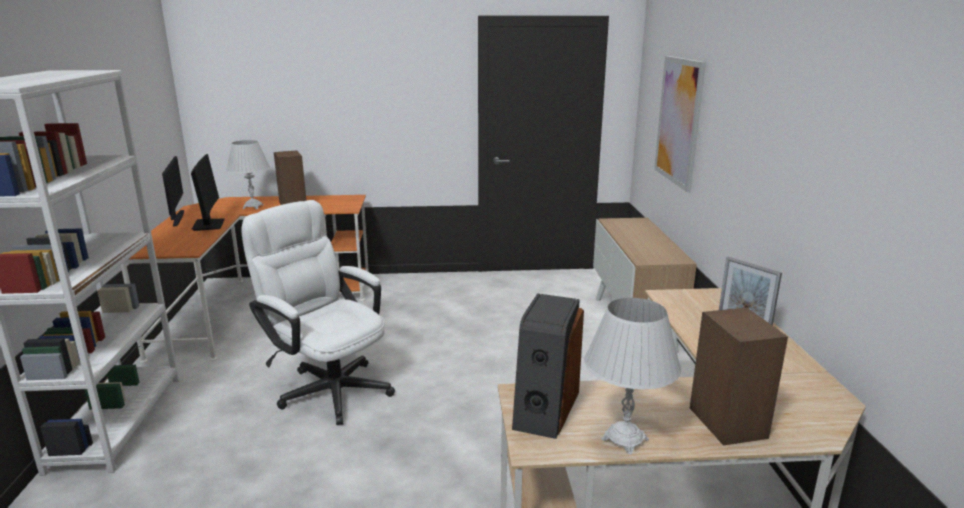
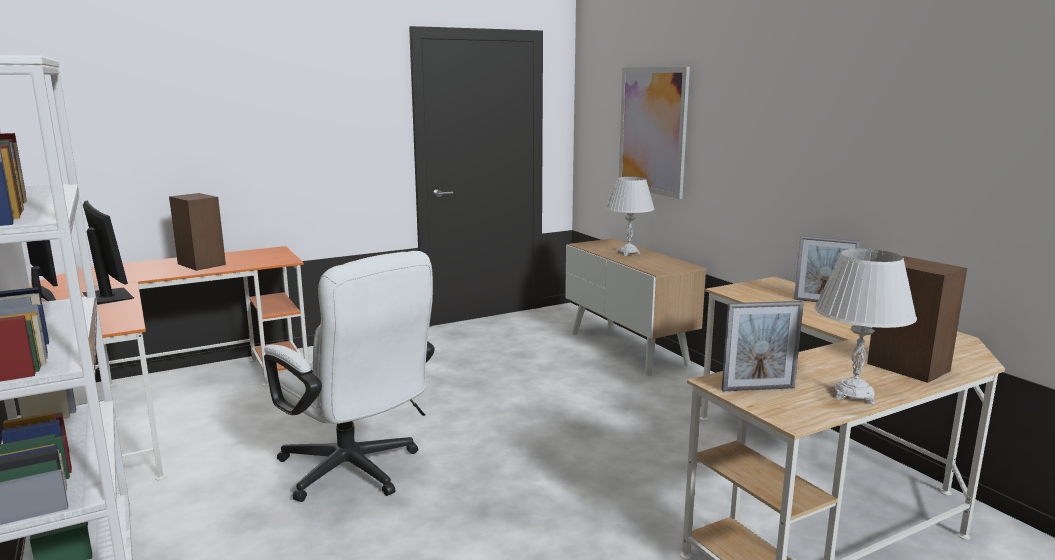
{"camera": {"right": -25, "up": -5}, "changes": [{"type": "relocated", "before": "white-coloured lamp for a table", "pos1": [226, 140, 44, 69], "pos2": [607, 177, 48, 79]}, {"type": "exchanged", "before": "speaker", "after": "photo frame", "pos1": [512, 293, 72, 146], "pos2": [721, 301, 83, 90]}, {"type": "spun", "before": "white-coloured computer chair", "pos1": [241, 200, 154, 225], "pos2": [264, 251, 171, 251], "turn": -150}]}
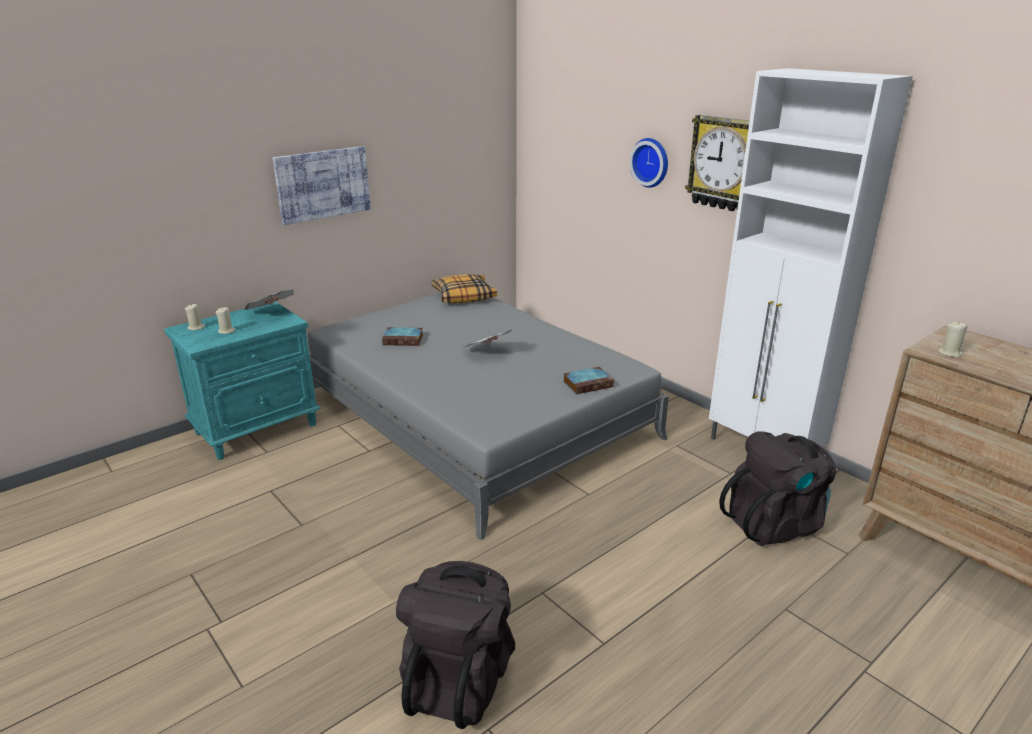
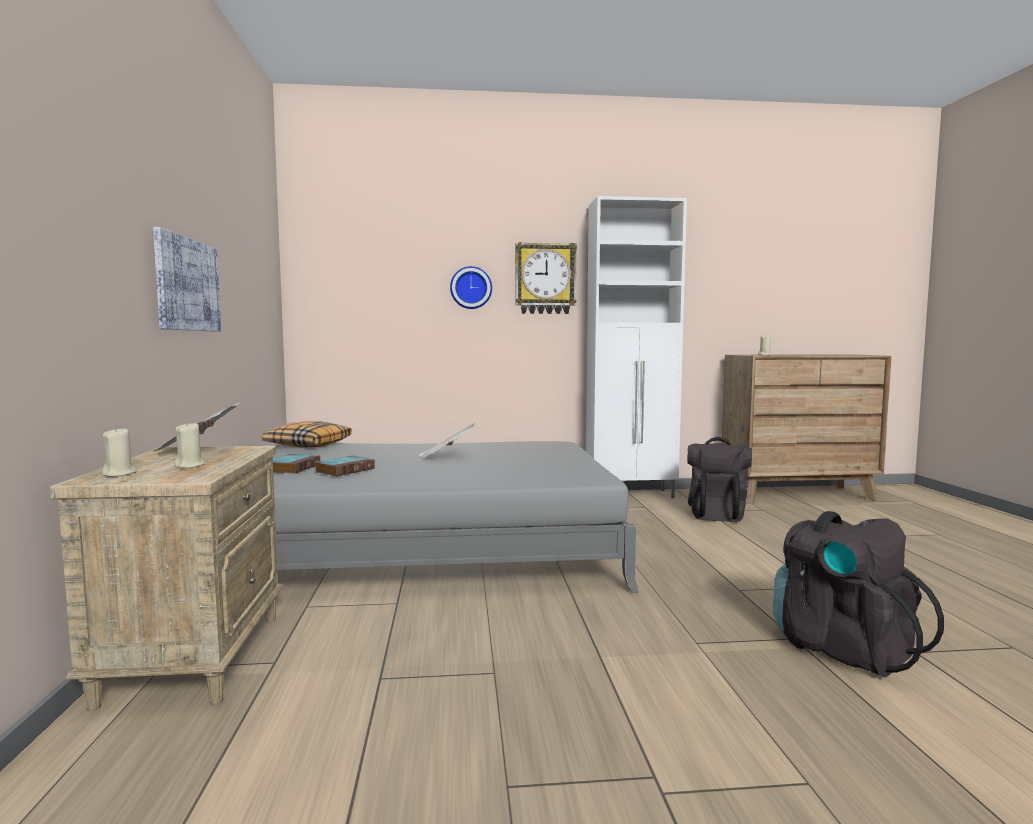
{"camera": {"right": -55, "up": -20}, "changes": [{"type": "relocated", "before": "volume", "pos1": [563, 367, 51, 27], "pos2": [273, 454, 47, 19]}, {"type": "colour", "before": "turquoise night table", "after": "beige night table", "pos1": [164, 302, 157, 158], "pos2": [50, 446, 234, 265]}]}
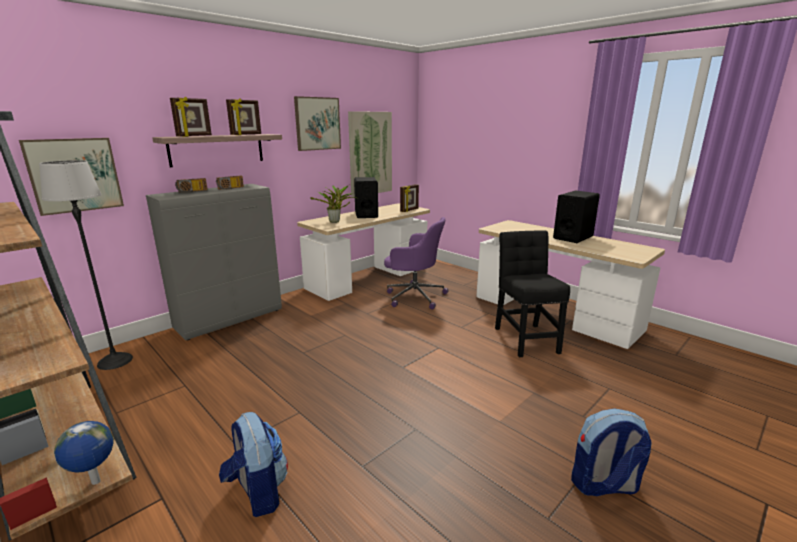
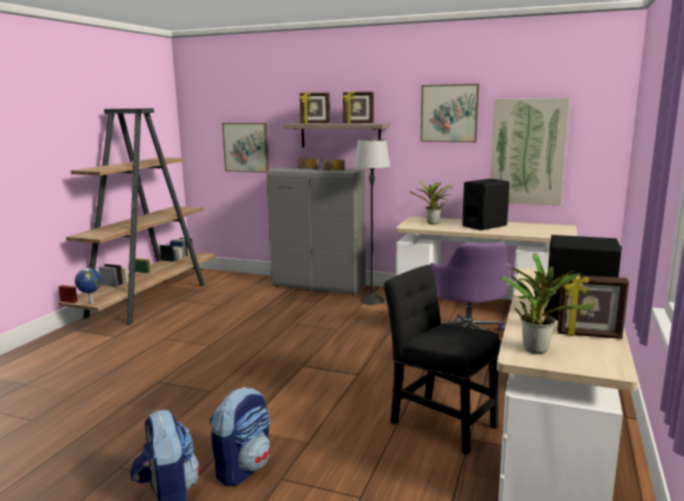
{"camera": {"right": 65, "up": -5}, "changes": [{"type": "appeared", "after": "plant in a pot", "pos2": [501, 253, 94, 101]}, {"type": "relocated", "before": "standard lamp", "pos1": [39, 160, 94, 210], "pos2": [354, 139, 36, 166]}, {"type": "relocated", "before": "backpack", "pos1": [219, 412, 69, 105], "pos2": [210, 387, 60, 99]}, {"type": "relocated", "before": "photo frame", "pos1": [400, 184, 19, 28], "pos2": [557, 274, 72, 65]}, {"type": "spun", "before": "blackish plain chair", "pos1": [495, 231, 75, 126], "pos2": [384, 265, 116, 190], "turn": -105}]}
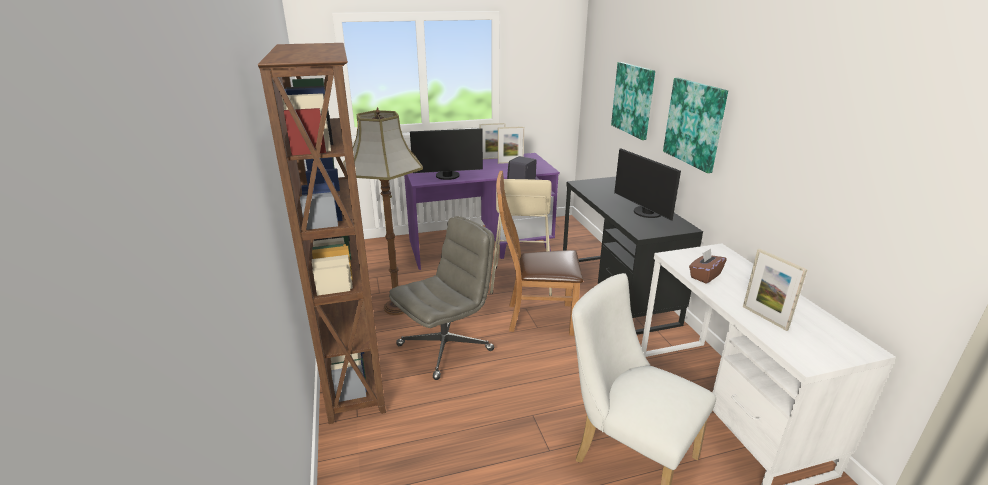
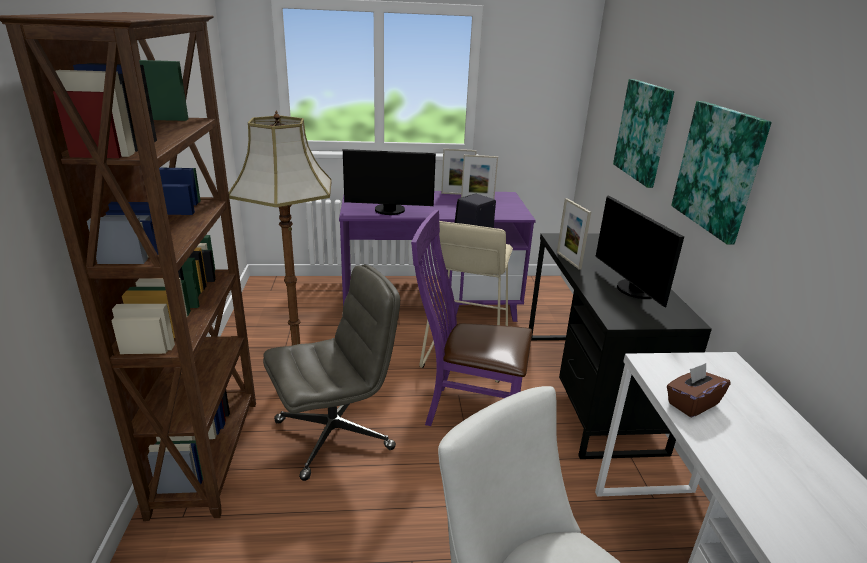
{"camera": {"right": 10, "up": 0}, "changes": [{"type": "relocated", "before": "photo frame", "pos1": [743, 249, 64, 82], "pos2": [557, 198, 34, 72]}, {"type": "colour", "before": "brown-coloured plain chair", "after": "purple plain chair", "pos1": [496, 171, 87, 165], "pos2": [411, 210, 121, 216]}]}
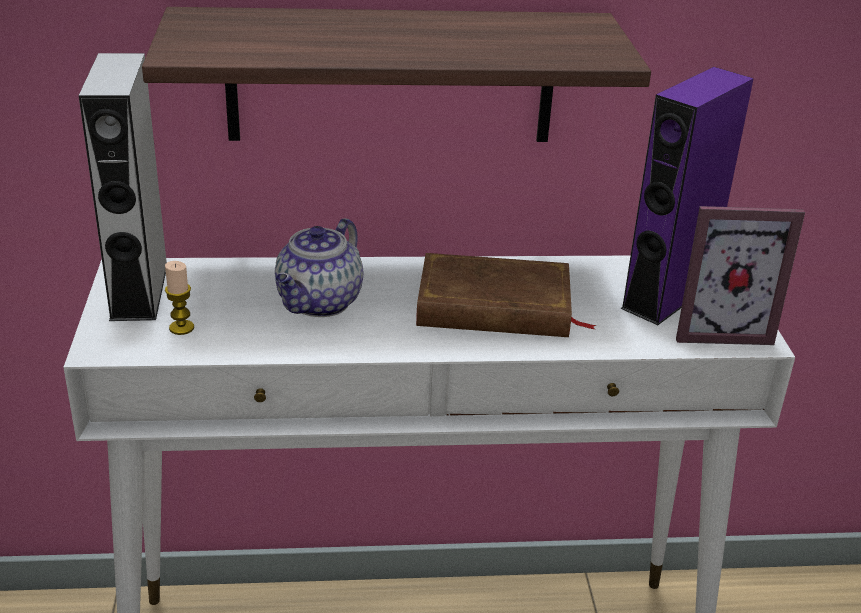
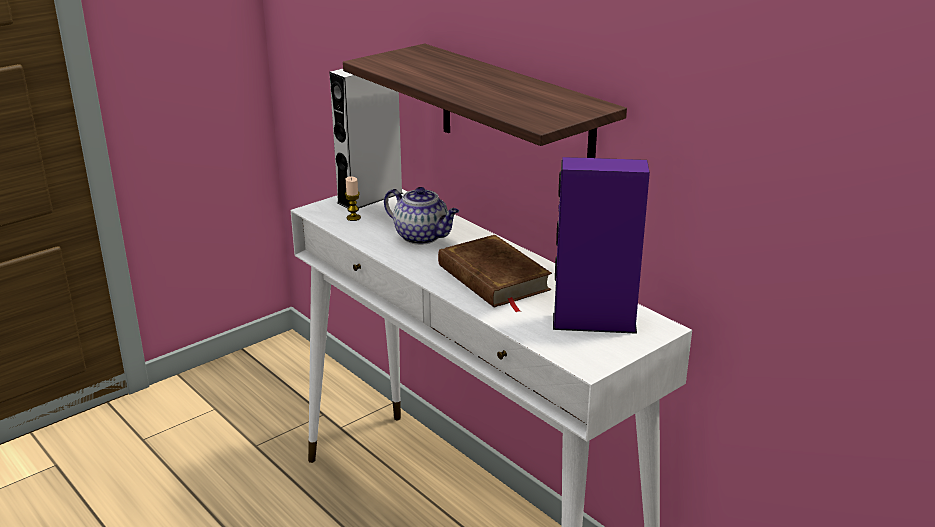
{"camera": {"right": 55, "up": -5}, "changes": [{"type": "missing", "before": "photo frame", "pos1": [676, 206, 129, 139]}, {"type": "spun", "before": "tea pot", "pos1": [275, 218, 88, 99], "pos2": [384, 187, 75, 58], "turn": -135}]}
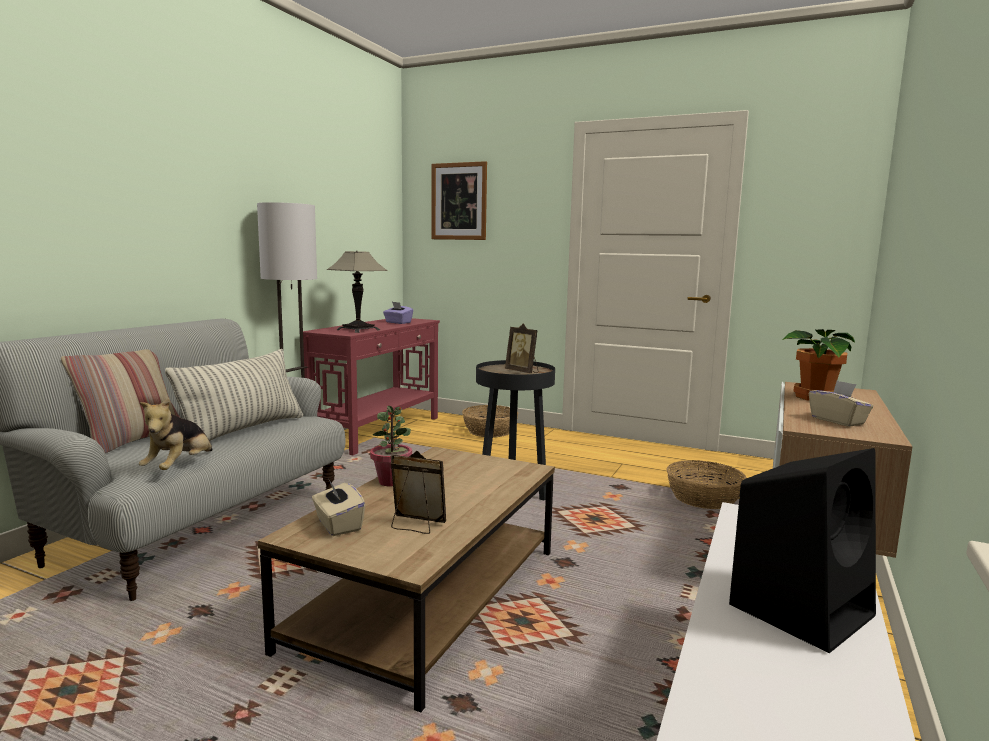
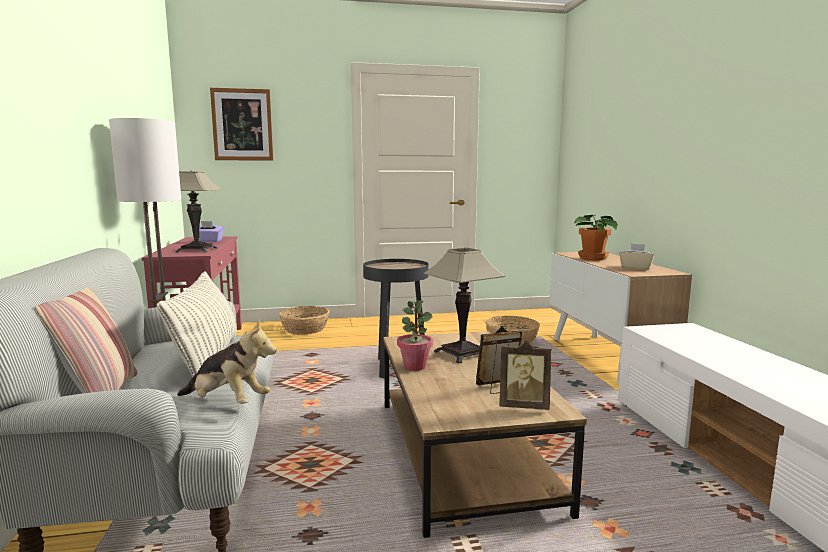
{"camera": {"right": -35, "up": 0}, "changes": [{"type": "missing", "before": "beige box of tissues", "pos1": [312, 478, 53, 58]}, {"type": "missing", "before": "blackish speaker", "pos1": [729, 448, 147, 205]}, {"type": "appeared", "after": "lamp for a table", "pos2": [424, 248, 81, 116]}, {"type": "relocated", "before": "photo frame", "pos1": [505, 323, 34, 50], "pos2": [499, 341, 52, 69]}, {"type": "spun", "before": "cuddly toy", "pos1": [139, 398, 74, 72], "pos2": [177, 319, 100, 85], "turn": -45}]}
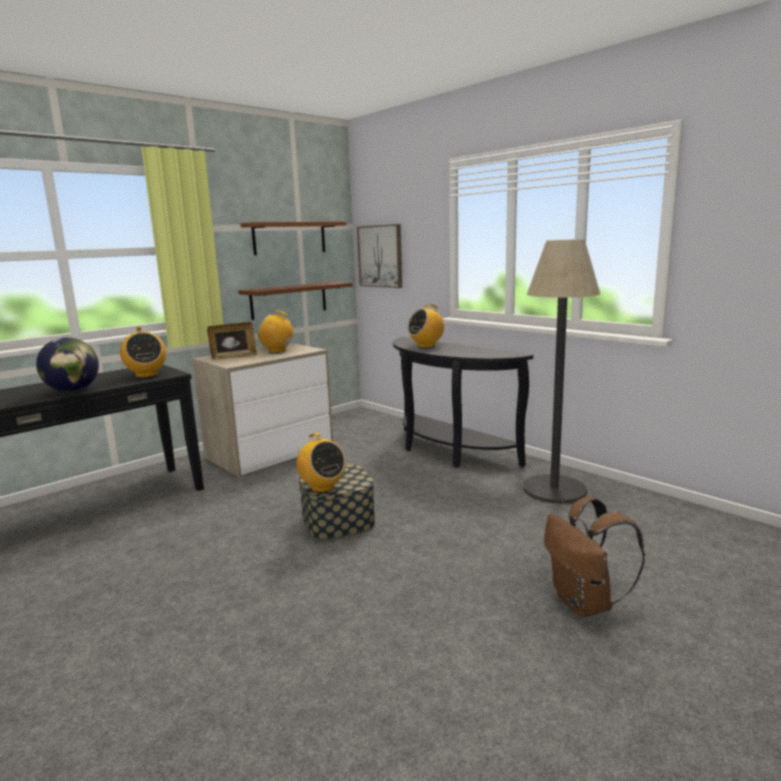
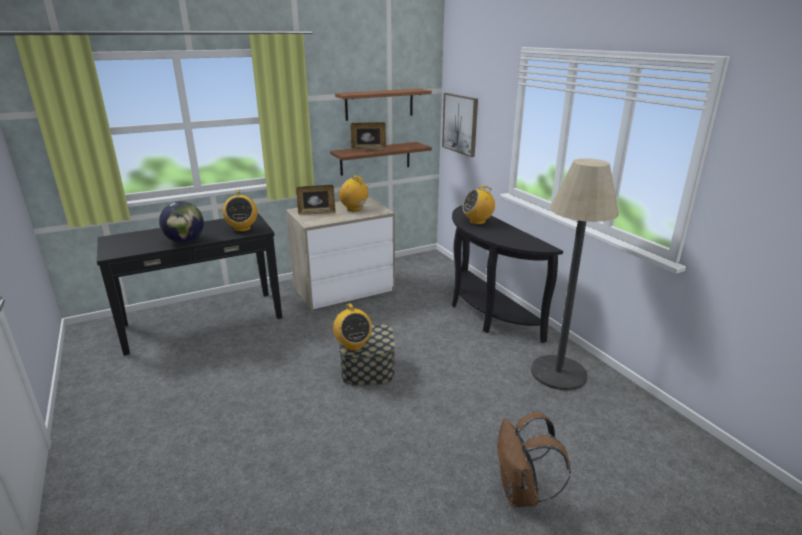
{"camera": {"right": 15, "up": 10}, "changes": [{"type": "appeared", "after": "photo frame", "pos2": [350, 122, 36, 28]}]}
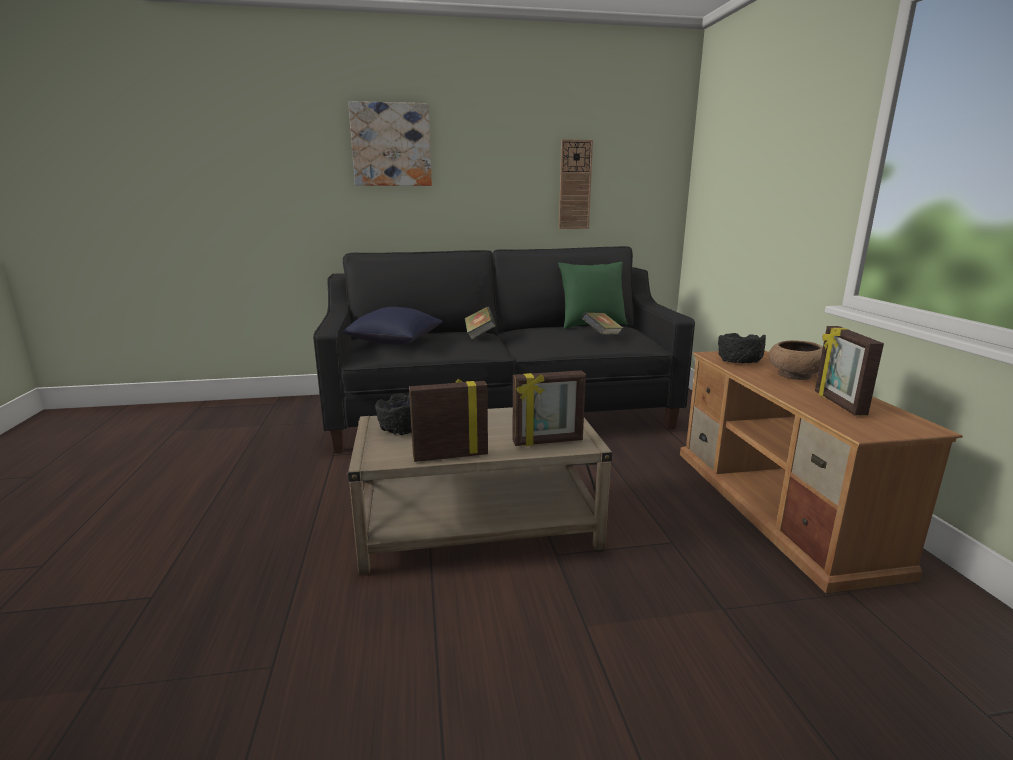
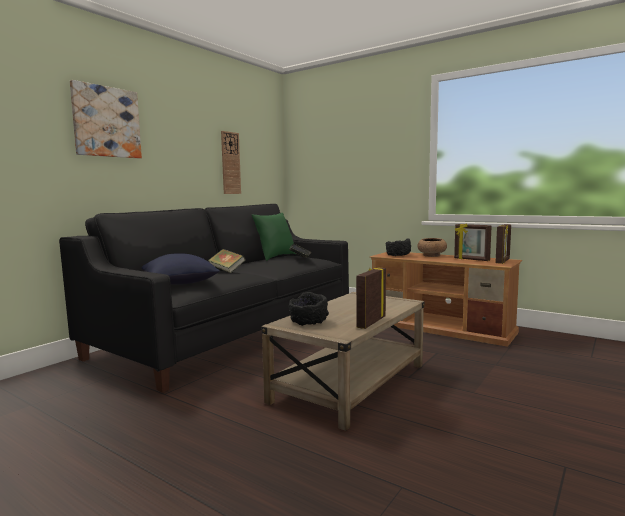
{"camera": {"right": -45, "up": -10}, "changes": [{"type": "relocated", "before": "photo frame", "pos1": [513, 370, 73, 76], "pos2": [495, 224, 16, 40]}]}
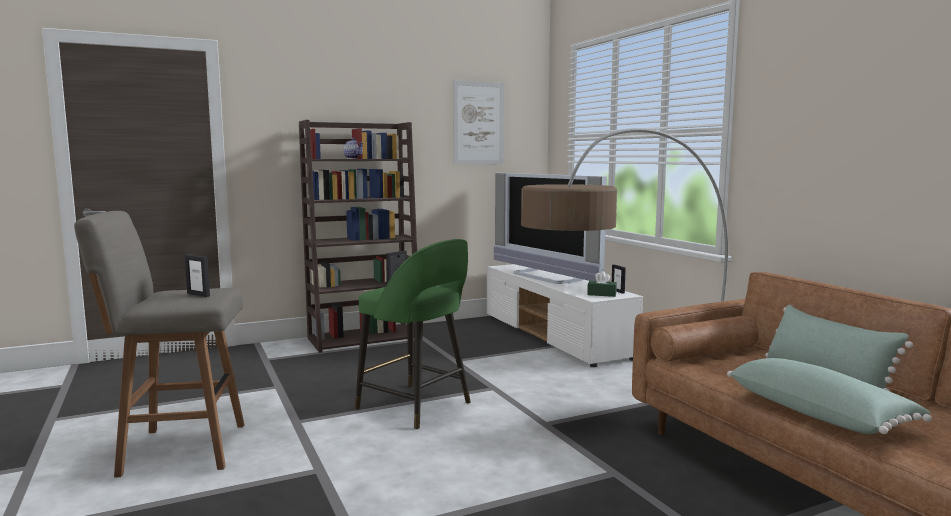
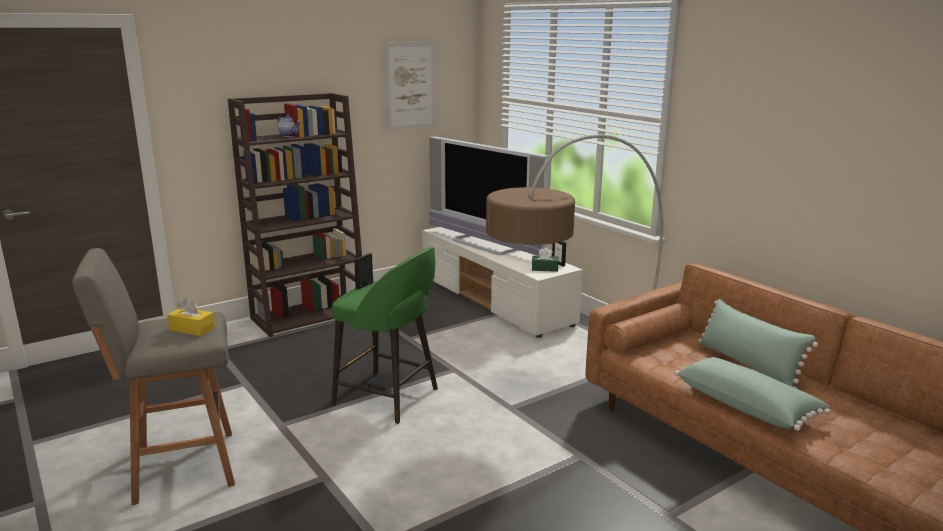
{"camera": {"right": -10, "up": 10}, "changes": [{"type": "exchanged", "before": "photo frame", "after": "yellow box of tissues", "pos1": [185, 255, 25, 42], "pos2": [167, 298, 48, 38]}]}
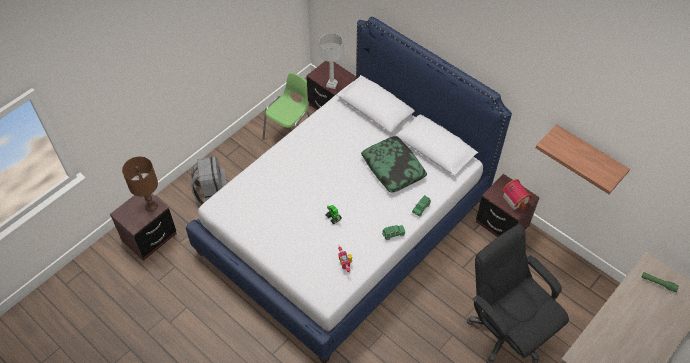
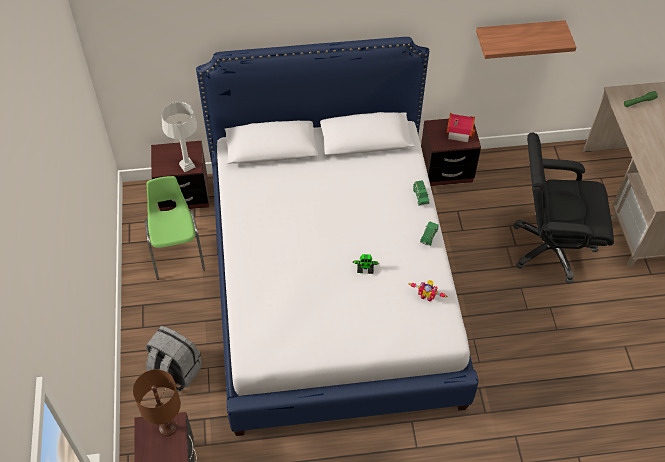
{"camera": {"right": -50, "up": 0}, "changes": [{"type": "missing", "before": "cushion", "pos1": [361, 136, 66, 57]}]}
